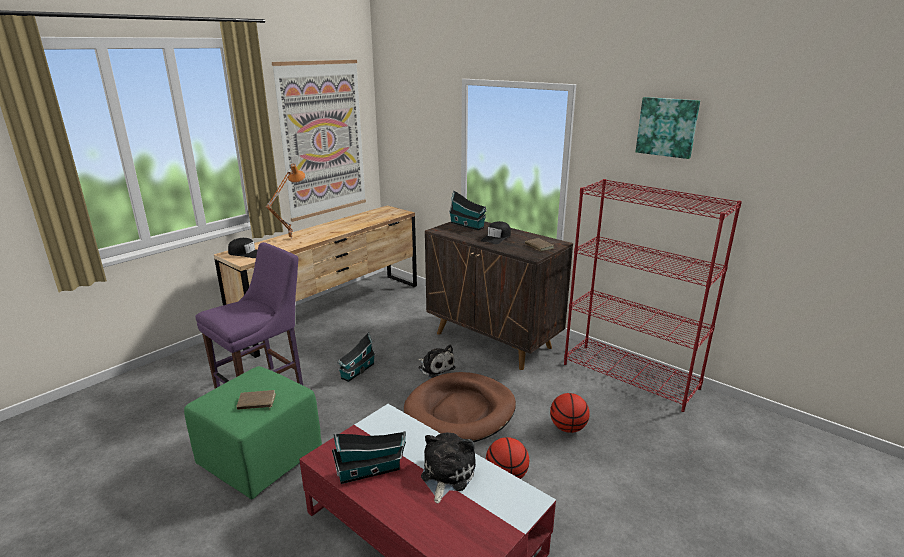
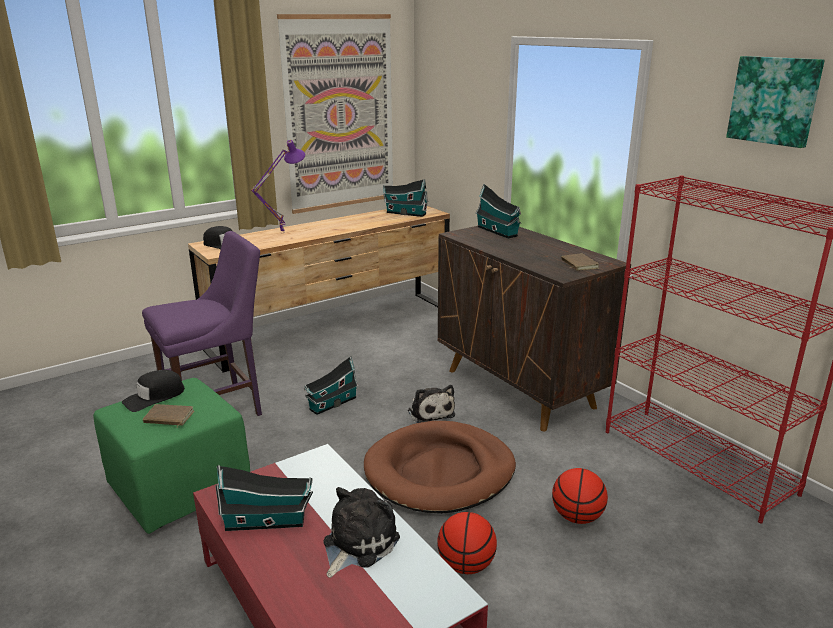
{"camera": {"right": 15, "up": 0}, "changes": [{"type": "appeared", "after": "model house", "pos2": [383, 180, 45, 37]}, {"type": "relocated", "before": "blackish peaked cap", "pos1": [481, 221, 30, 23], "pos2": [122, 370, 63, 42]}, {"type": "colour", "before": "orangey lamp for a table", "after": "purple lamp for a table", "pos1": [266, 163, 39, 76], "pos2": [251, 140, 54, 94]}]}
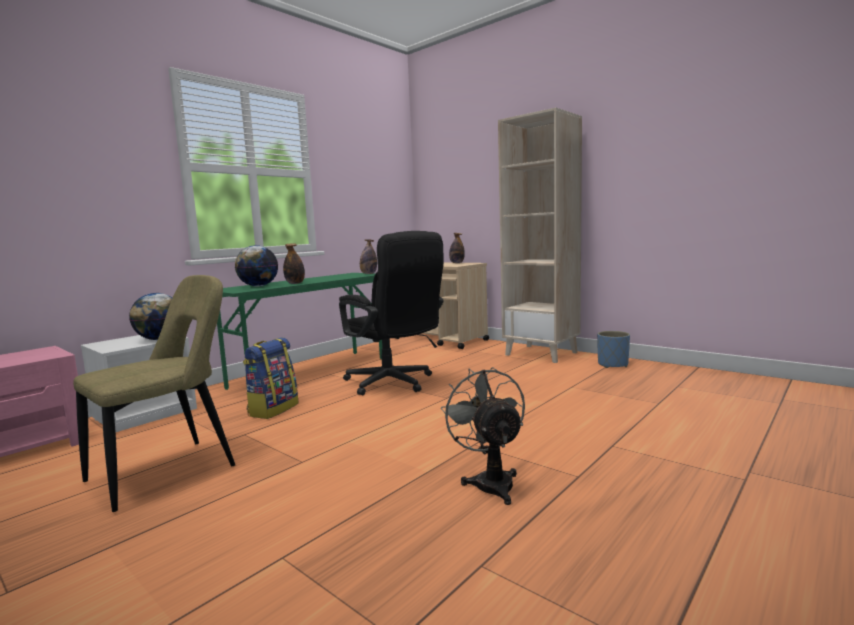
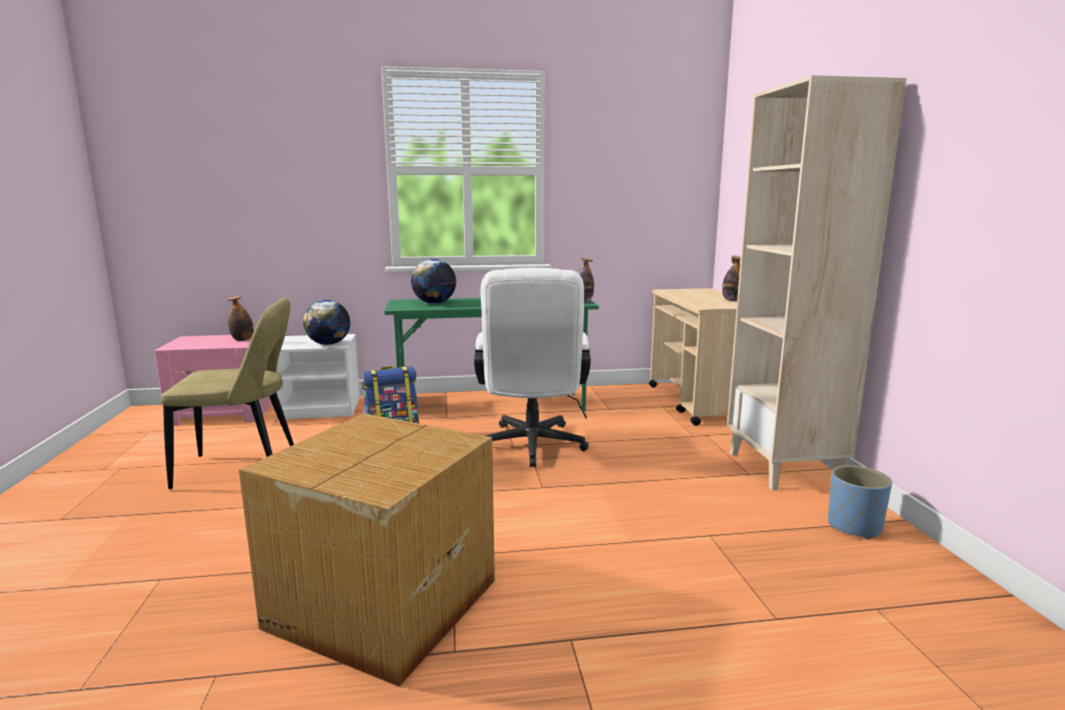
{"camera": {"right": 40, "up": 5}, "changes": [{"type": "relocated", "before": "drink bottle", "pos1": [283, 244, 22, 40], "pos2": [228, 296, 26, 45]}, {"type": "exchanged", "before": "gray cooling fan", "after": "packing box", "pos1": [441, 367, 84, 138], "pos2": [239, 413, 256, 274]}, {"type": "colour", "before": "blackish computer chair", "after": "white-coloured computer chair", "pos1": [339, 231, 104, 164], "pos2": [474, 268, 117, 199]}]}
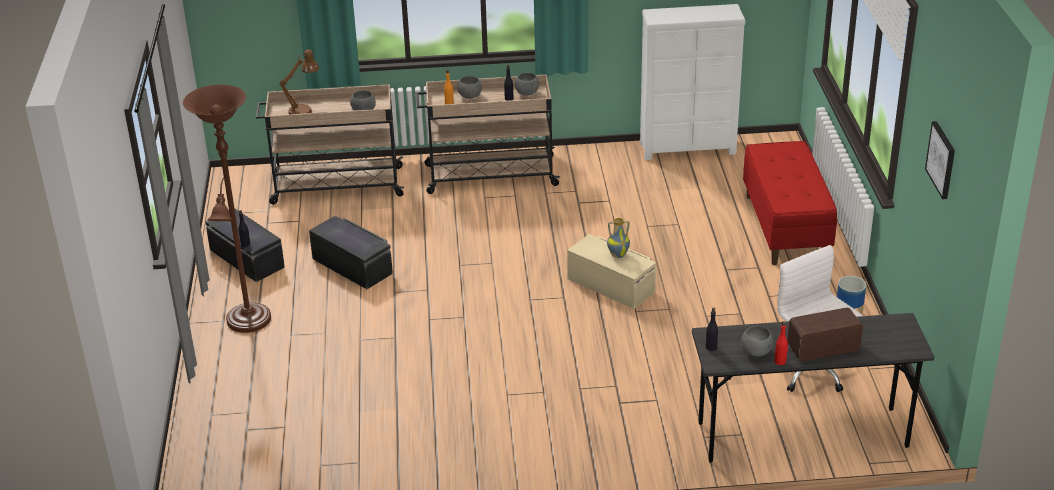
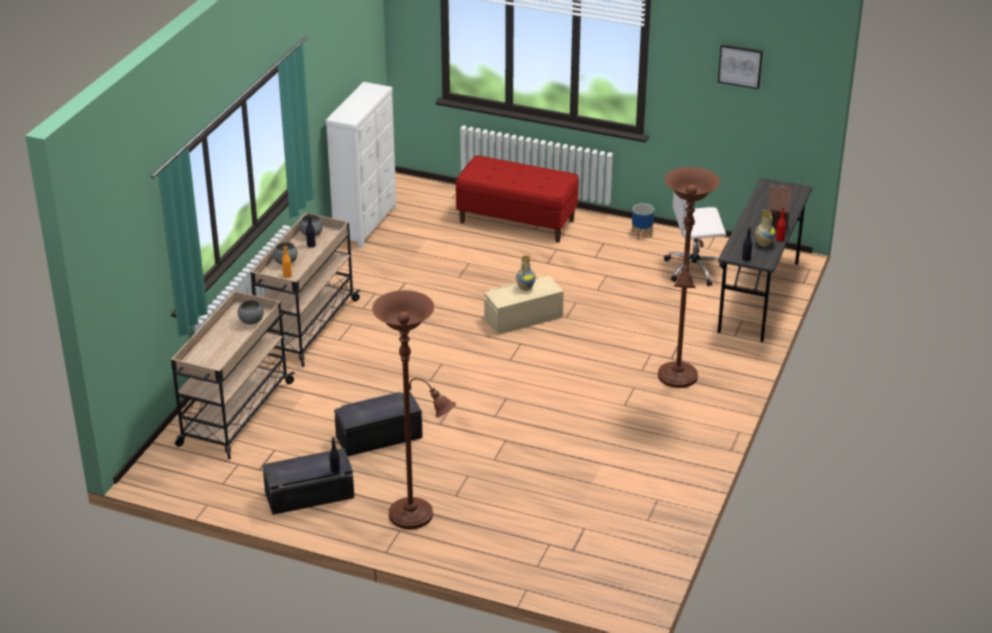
{"camera": {"right": -65, "up": 0}, "changes": [{"type": "missing", "before": "brown-coloured lamp for a table", "pos1": [280, 49, 39, 65]}, {"type": "appeared", "after": "brown-coloured standard lamp", "pos2": [658, 167, 62, 221]}, {"type": "exchanged", "before": "gray deep dish", "after": "vase", "pos1": [741, 326, 32, 31], "pos2": [755, 209, 21, 38]}]}
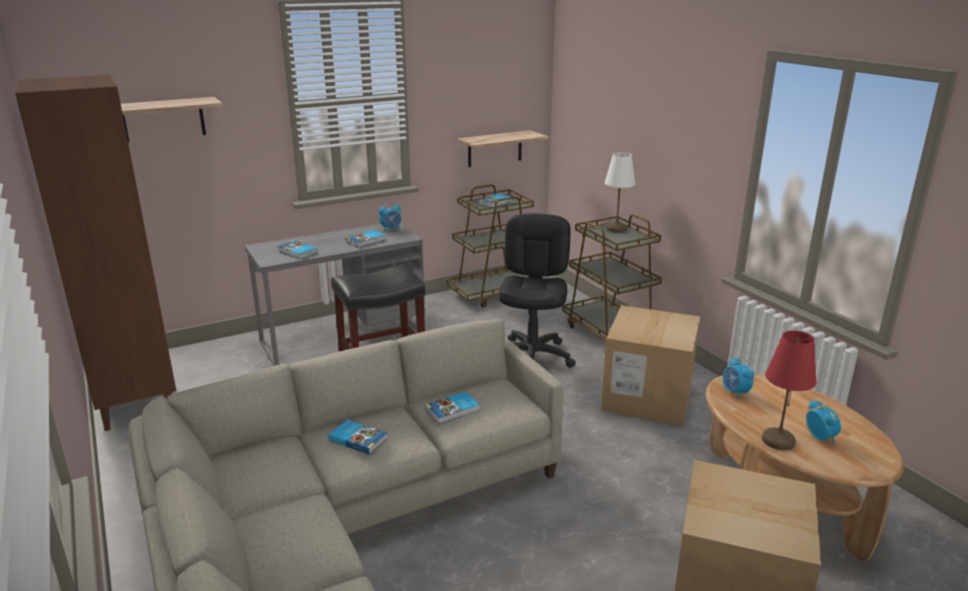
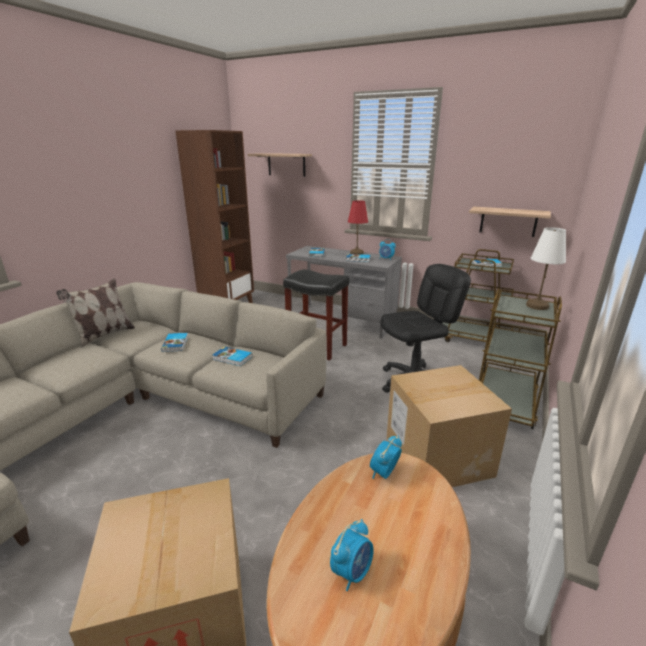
{"camera": {"right": 55, "up": 0}, "changes": [{"type": "appeared", "after": "cushion", "pos2": [56, 278, 79, 69]}, {"type": "relocated", "before": "red-coloured lamp for a table", "pos1": [762, 330, 55, 120], "pos2": [348, 200, 20, 55]}]}
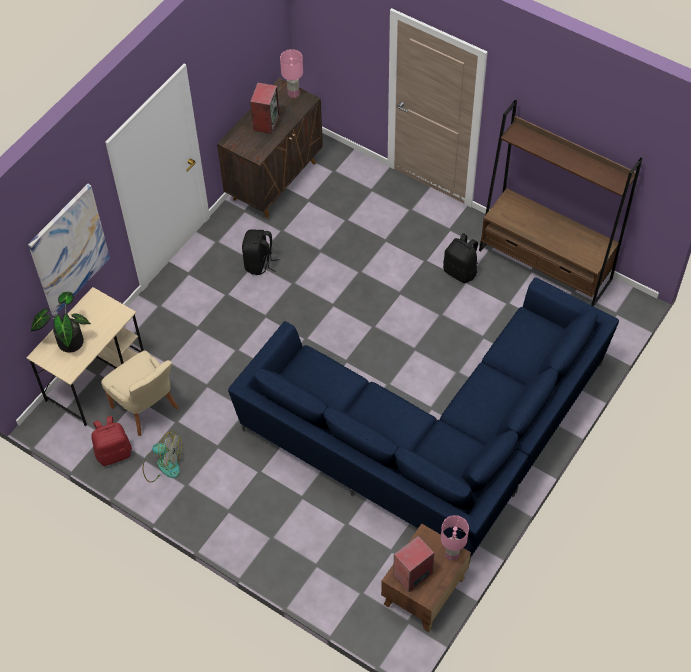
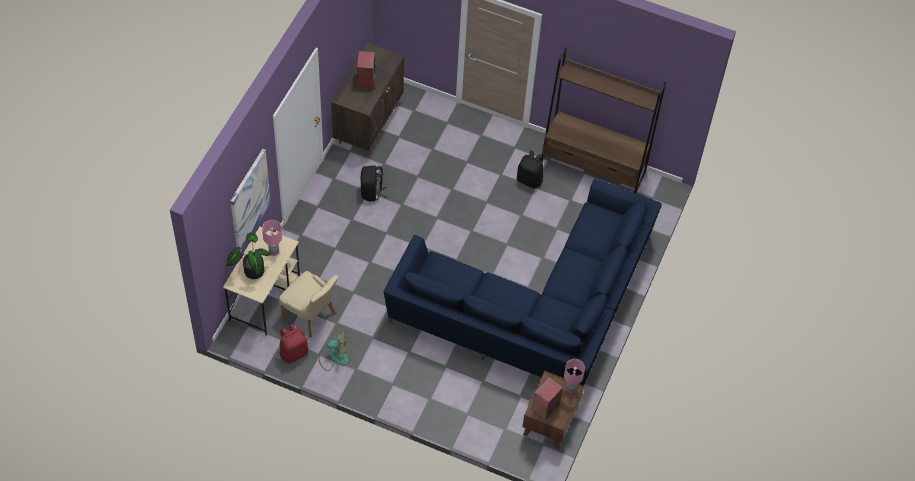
{"camera": {"right": -15, "up": 0}, "changes": [{"type": "relocated", "before": "pink lamp for a table", "pos1": [280, 49, 23, 49], "pos2": [262, 220, 20, 36]}]}
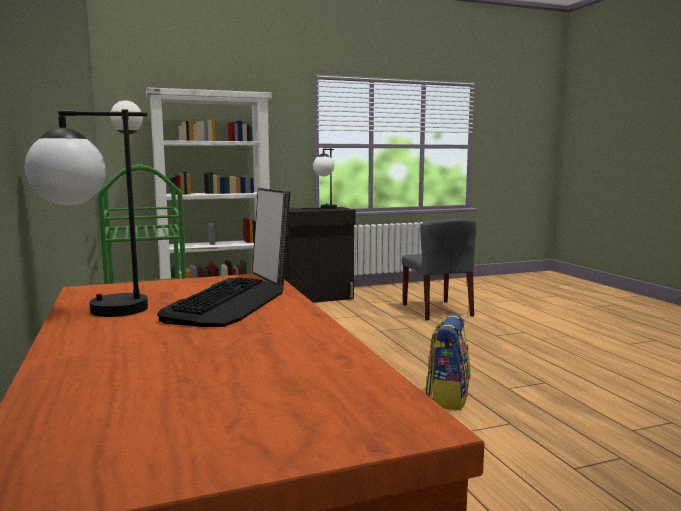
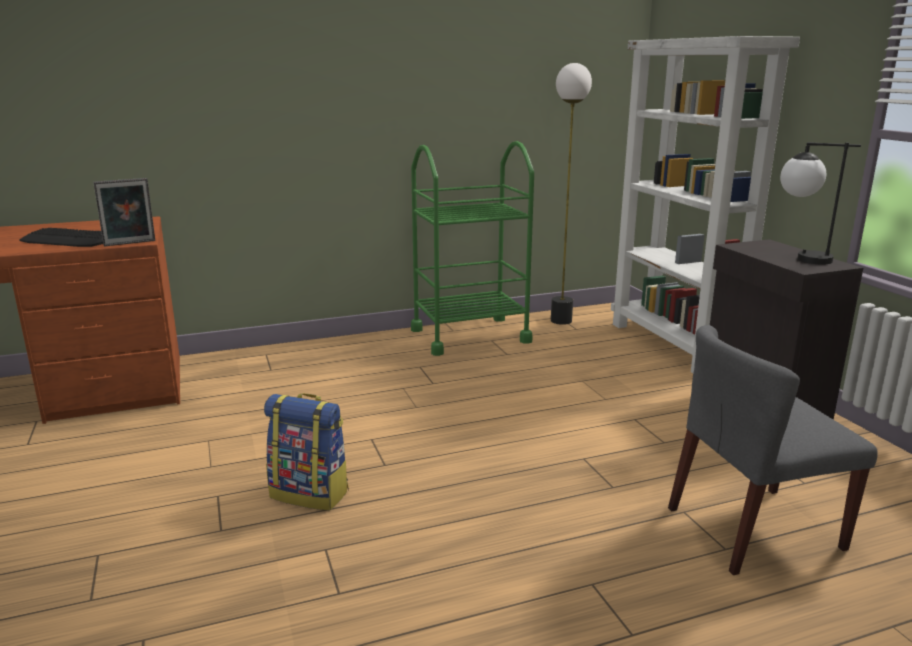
{"camera": {"right": 90, "up": 10}, "changes": [{"type": "missing", "before": "lamp for a table", "pos1": [25, 109, 123, 208]}]}
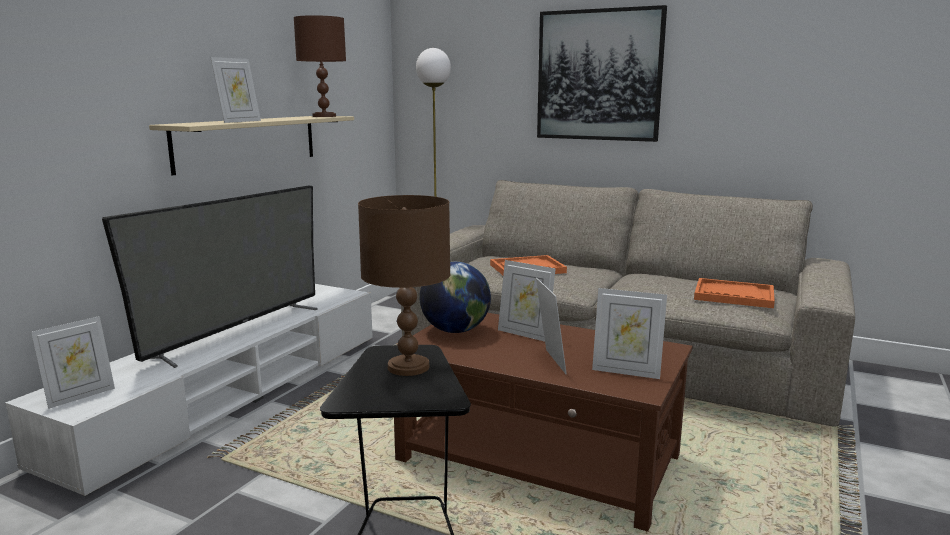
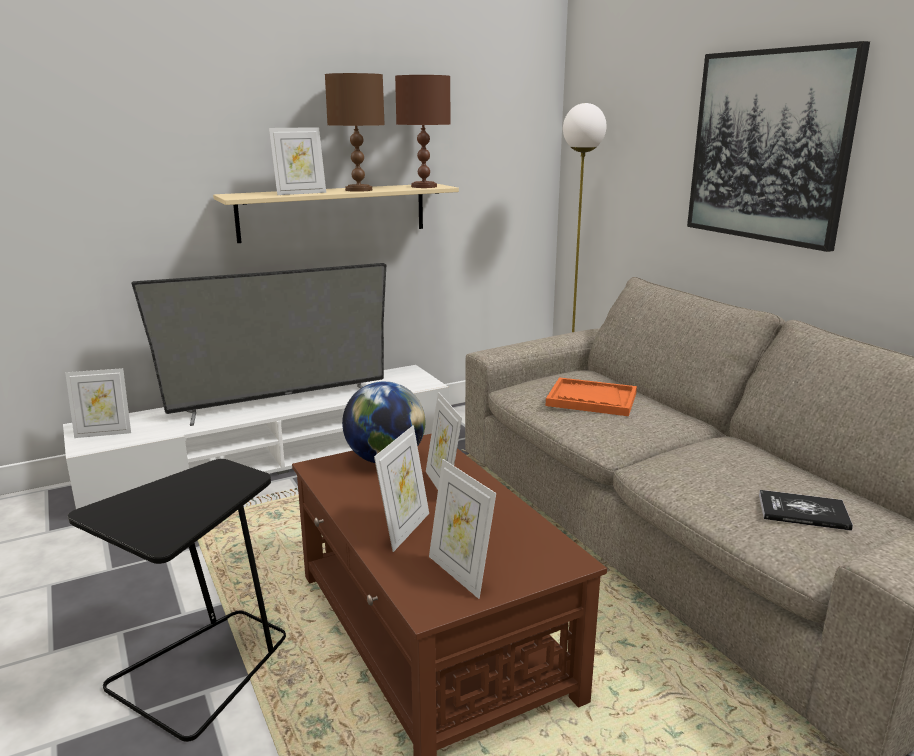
{"camera": {"right": 35, "up": 5}, "changes": [{"type": "relocated", "before": "brown-coloured lamp for a table", "pos1": [358, 195, 92, 181], "pos2": [325, 73, 60, 119]}, {"type": "exchanged", "before": "orangey carrying tray", "after": "volume", "pos1": [694, 278, 81, 30], "pos2": [759, 490, 94, 41]}]}
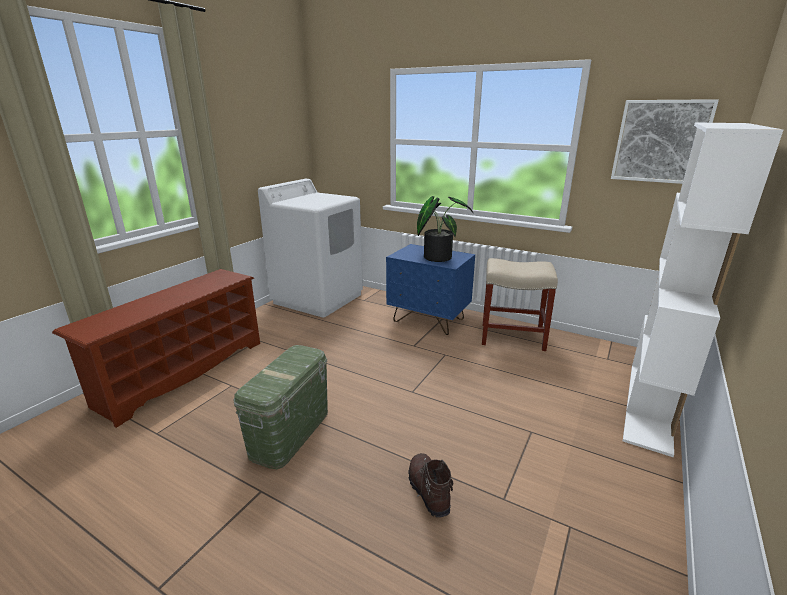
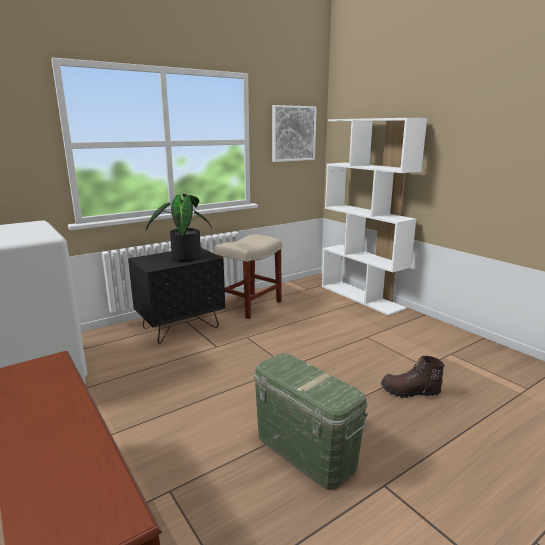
{"camera": {"right": -65, "up": -5}, "changes": [{"type": "colour", "before": "blue night table", "after": "blackish night table", "pos1": [386, 244, 89, 91], "pos2": [128, 248, 97, 96]}]}
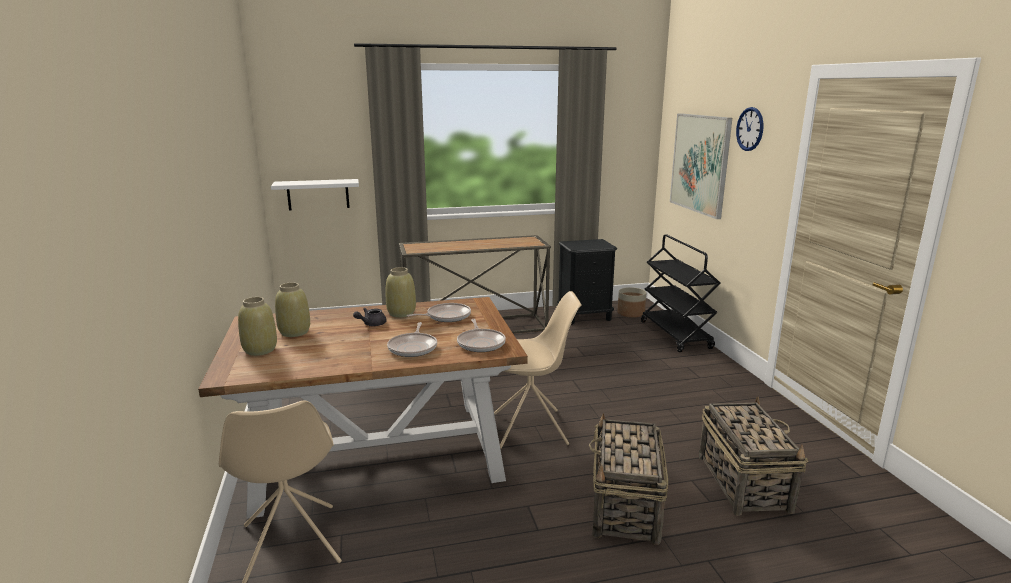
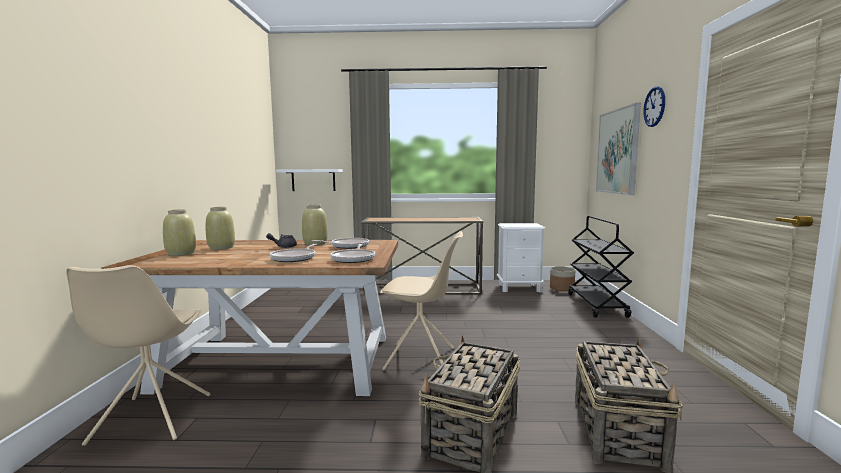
{"camera": {"right": 15, "up": -10}, "changes": [{"type": "colour", "before": "blackish night table", "after": "white-coloured night table", "pos1": [557, 239, 60, 85], "pos2": [497, 223, 49, 69]}]}
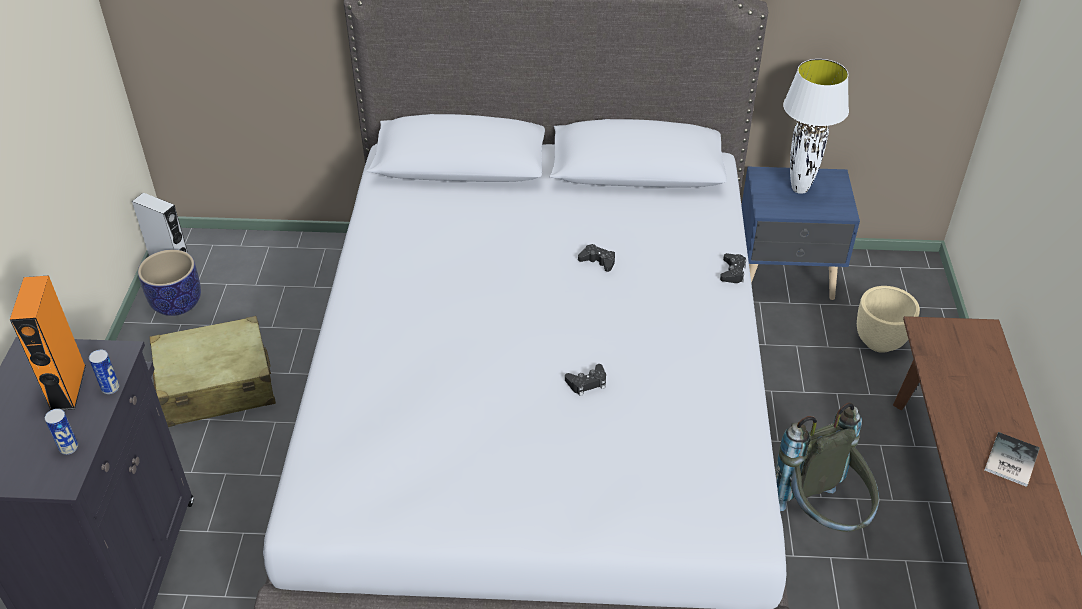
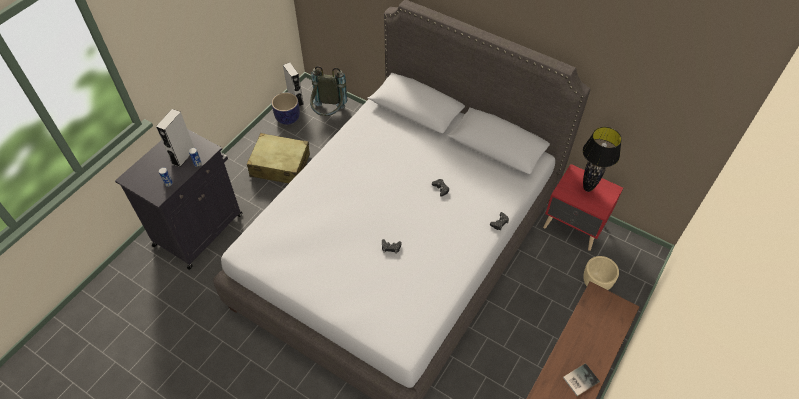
{"camera": {"right": 30, "up": 10}, "changes": [{"type": "relocated", "before": "gray backpack", "pos1": [775, 403, 104, 129], "pos2": [310, 66, 37, 50]}, {"type": "colour", "before": "orangey speaker", "after": "gray speaker", "pos1": [10, 275, 76, 135], "pos2": [156, 109, 38, 58]}, {"type": "colour", "before": "blue night table", "after": "red-coloured night table", "pos1": [741, 167, 119, 133], "pos2": [543, 164, 80, 87]}, {"type": "colour", "before": "white-coloured lamp for a table", "after": "blackish lamp for a table", "pos1": [783, 59, 66, 135], "pos2": [583, 127, 39, 65]}]}
